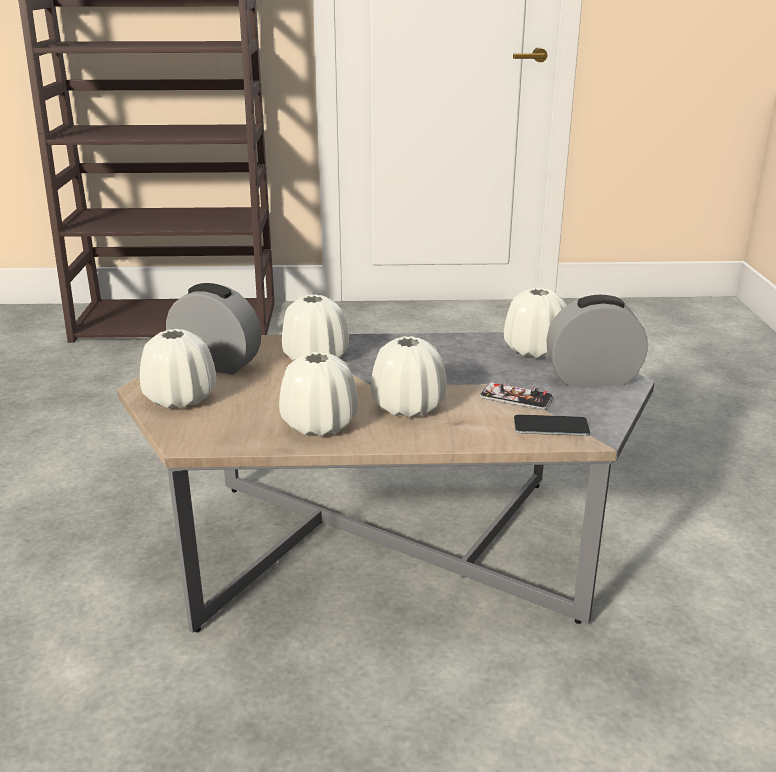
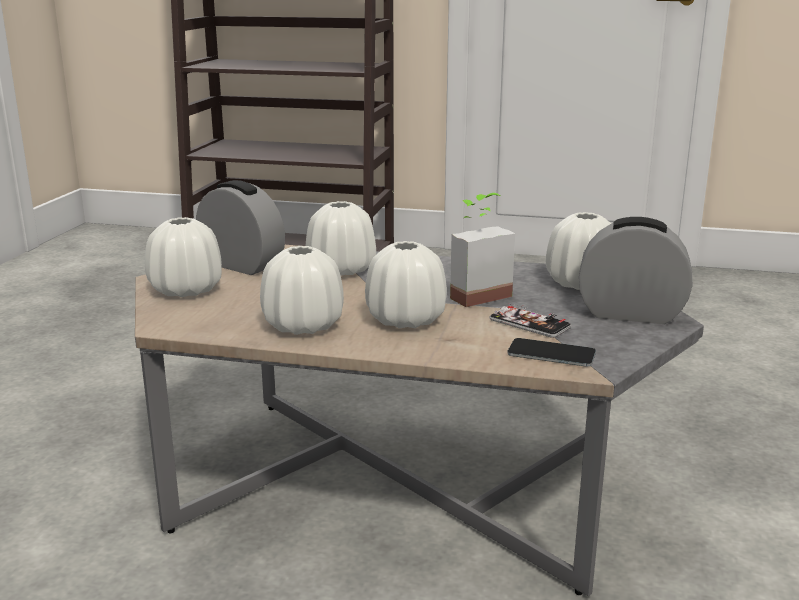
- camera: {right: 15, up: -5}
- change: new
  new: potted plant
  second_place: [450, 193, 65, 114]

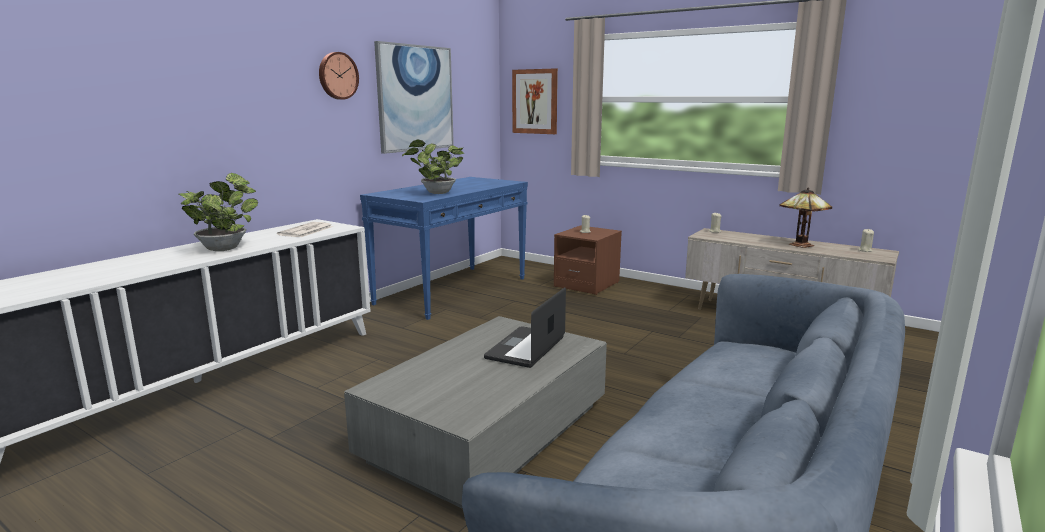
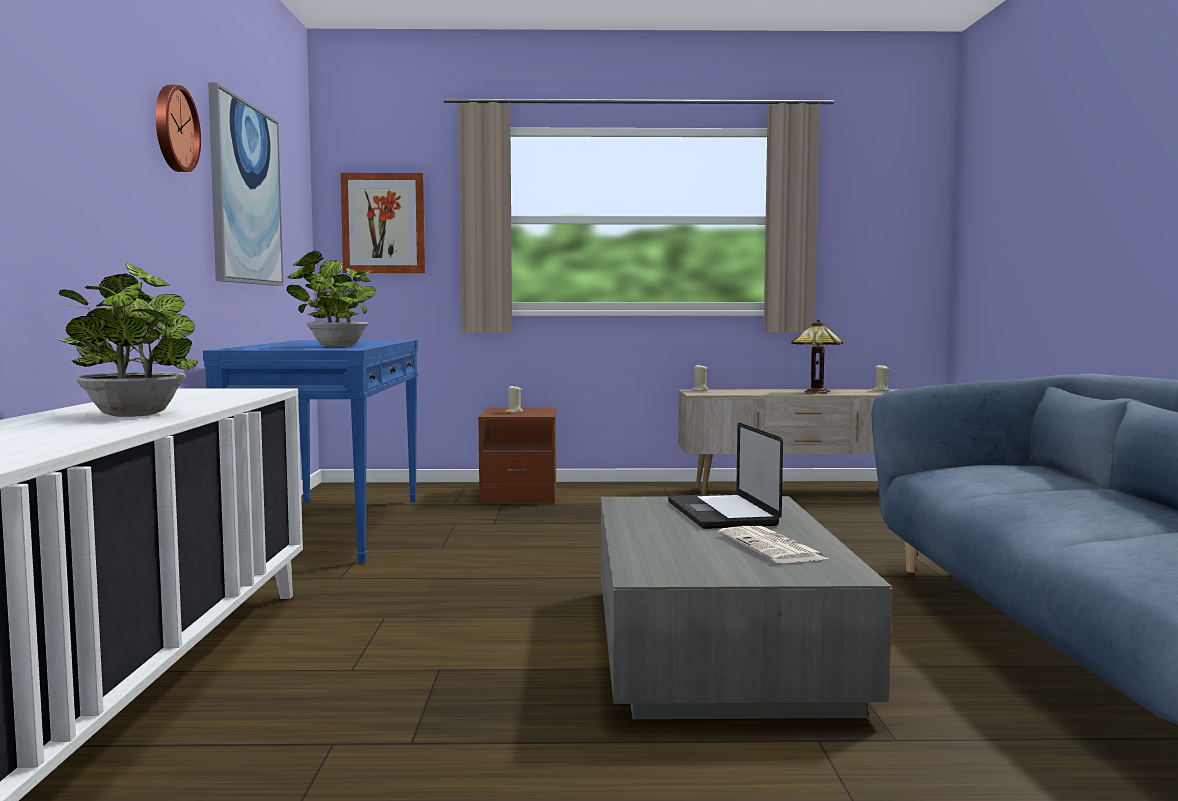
- camera: {right: -35, up: -10}
- change: shifted
  old: daily paper
  first_place: [277, 222, 56, 15]
  second_place: [718, 526, 113, 37]

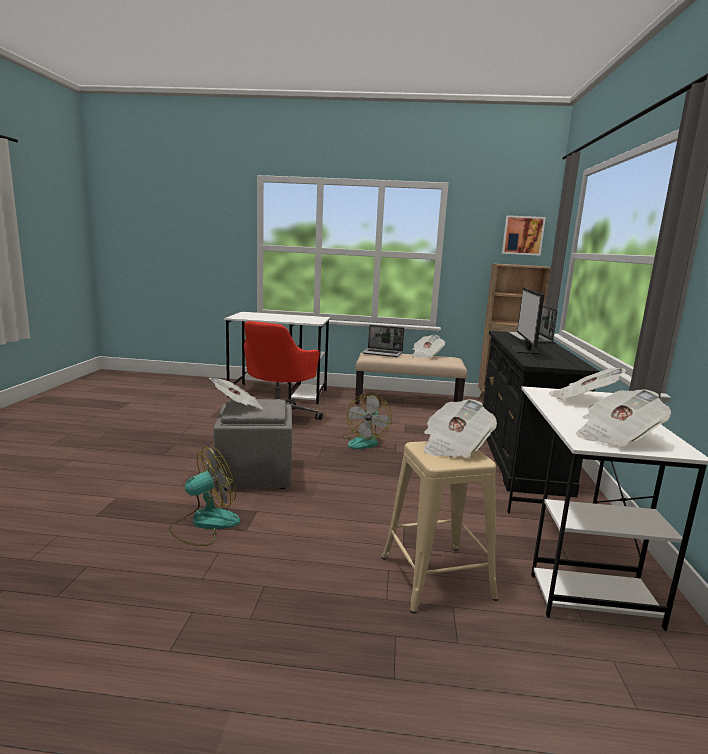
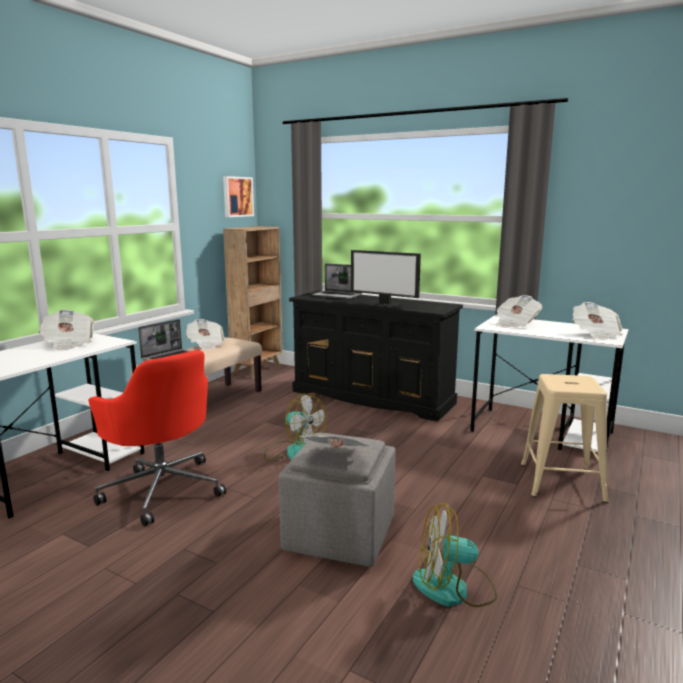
- camera: {right: -65, up: 0}
- change: rotated
  old: electric fan
  first_place: [169, 447, 71, 99]
  second_place: [413, 503, 84, 104]
  degrees: -75
- change: shifted
  old: daily paper
  first_place: [424, 399, 73, 59]
  second_place: [39, 309, 55, 42]

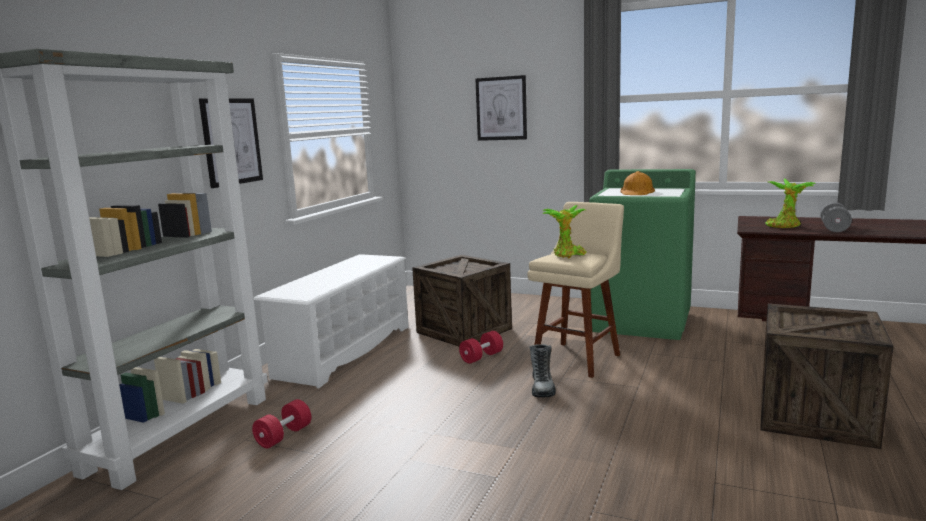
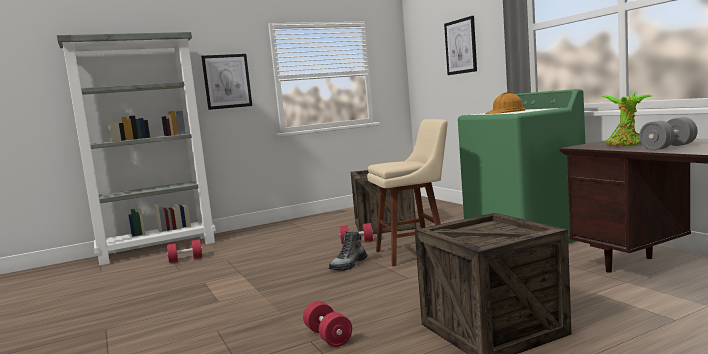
- camera: {right: 40, up: -5}
- change: gone
  old: shoe shelf/white-coloured
  first_place: [254, 254, 155, 134]
- change: gone
  old: potted plant
  first_place: [542, 205, 45, 53]
- change: new
  new: dumbbell/red-coloured
  second_place: [303, 301, 49, 46]

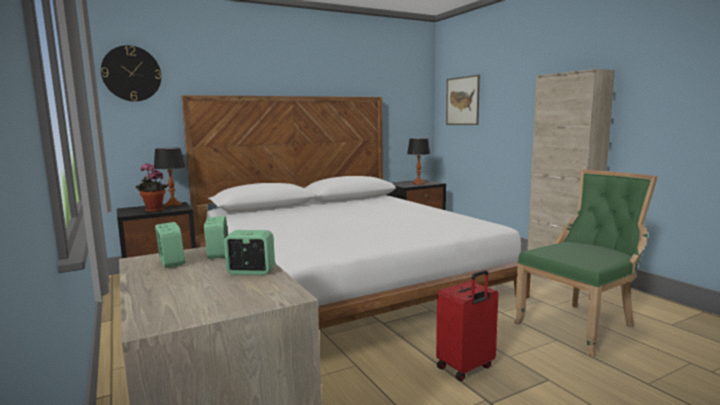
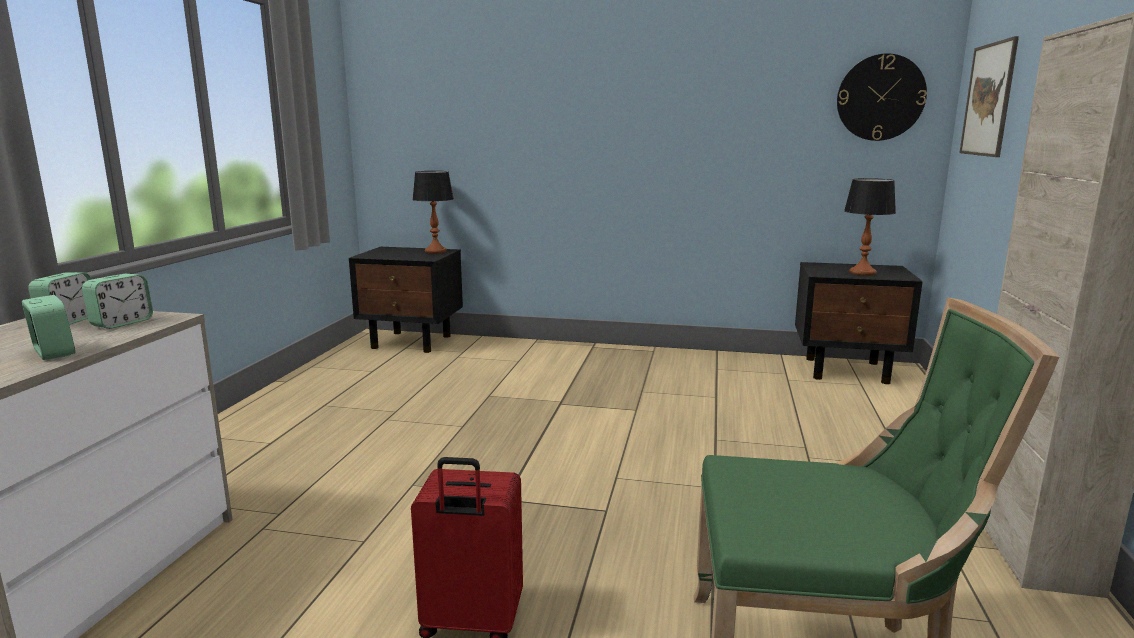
- camera: {right: 40, up: 5}
- change: shifted
  old: wall clock
  first_place: [101, 45, 60, 56]
  second_place: [837, 53, 90, 88]
- change: gone
  old: potted plant
  first_place: [136, 163, 33, 49]
- change: gone
  old: bedroom bed/white-coloured
  first_place: [181, 95, 350, 234]

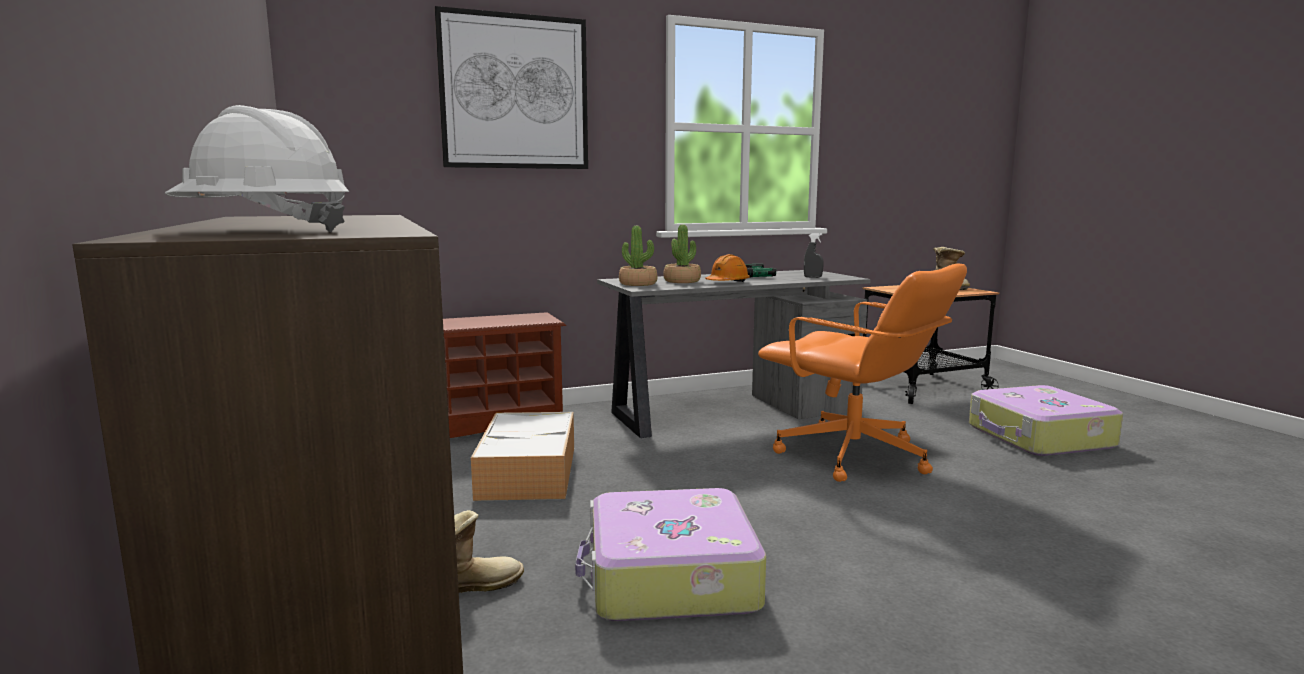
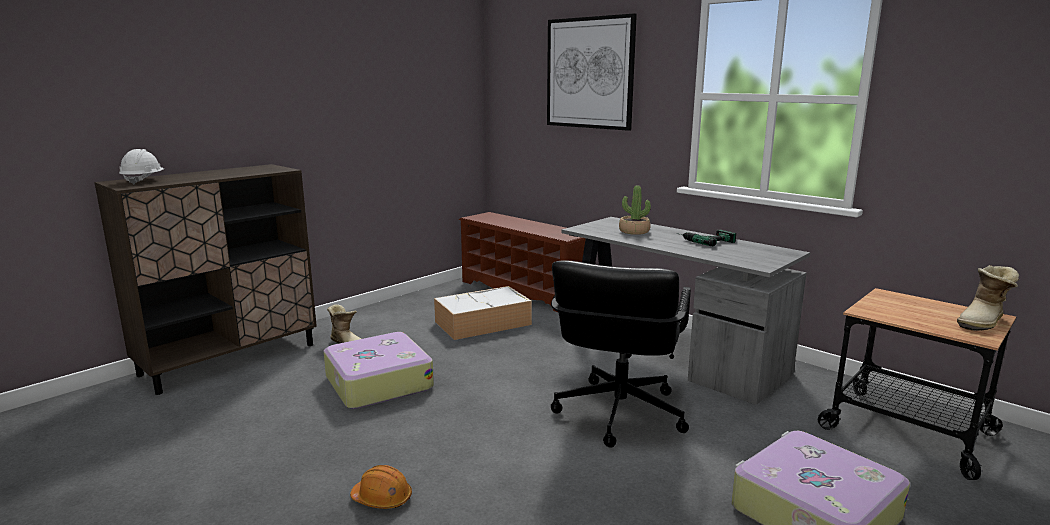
- camera: {right: 65, up: 5}
- change: gone
  old: potted plant
  first_place: [619, 226, 38, 60]
- change: shifted
  old: hard hat/orangey
  first_place: [705, 254, 45, 28]
  second_place: [350, 465, 62, 44]
- change: repainted
  old: desk chair/orangey
  new: desk chair/blackish
  first_place: [758, 264, 209, 218]
  second_place: [551, 260, 140, 188]
- change: gone
  old: sprayer/gray
  first_place: [804, 233, 20, 45]

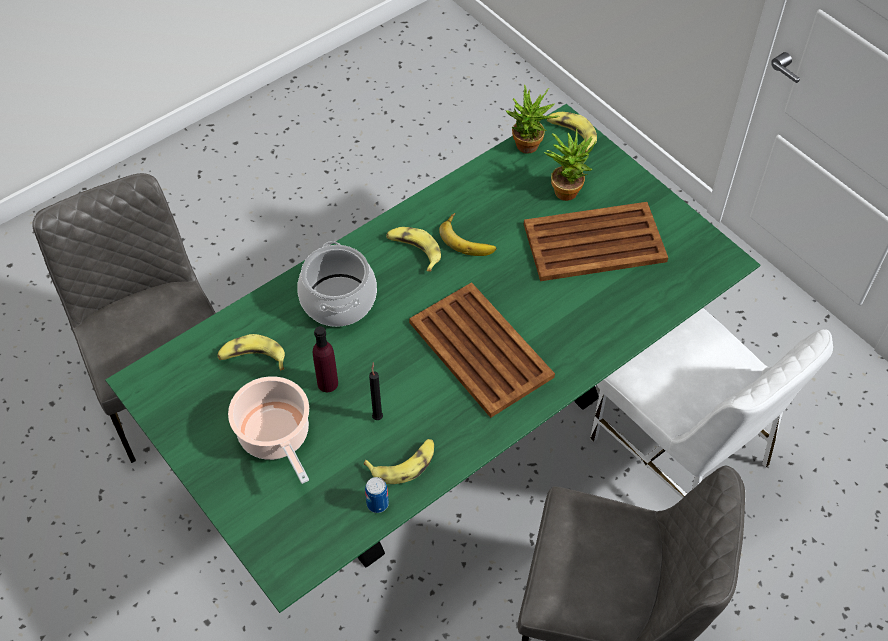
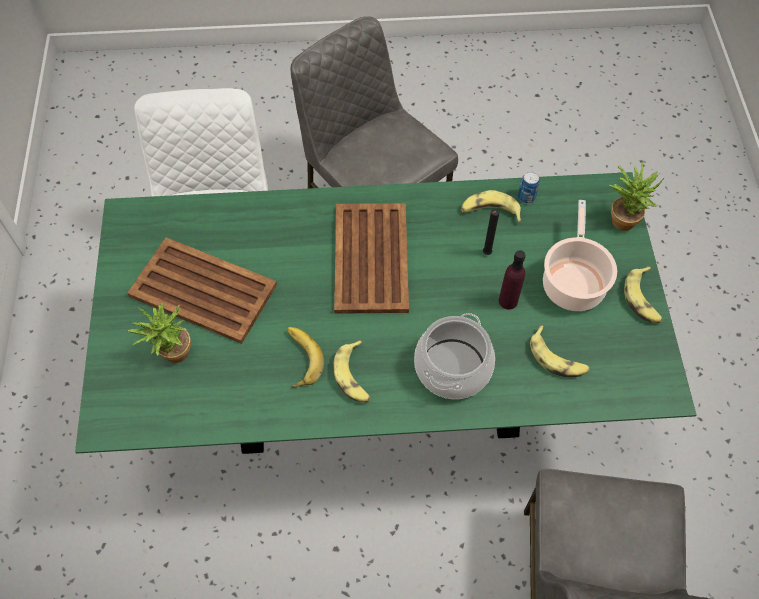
- camera: {right: -145, up: 5}
- change: shifted
  old: potted plant
  first_place: [505, 85, 55, 69]
  second_place: [610, 161, 54, 70]
- change: shifted
  old: banana fruit
  first_place: [547, 112, 50, 40]
  second_place: [624, 266, 39, 57]

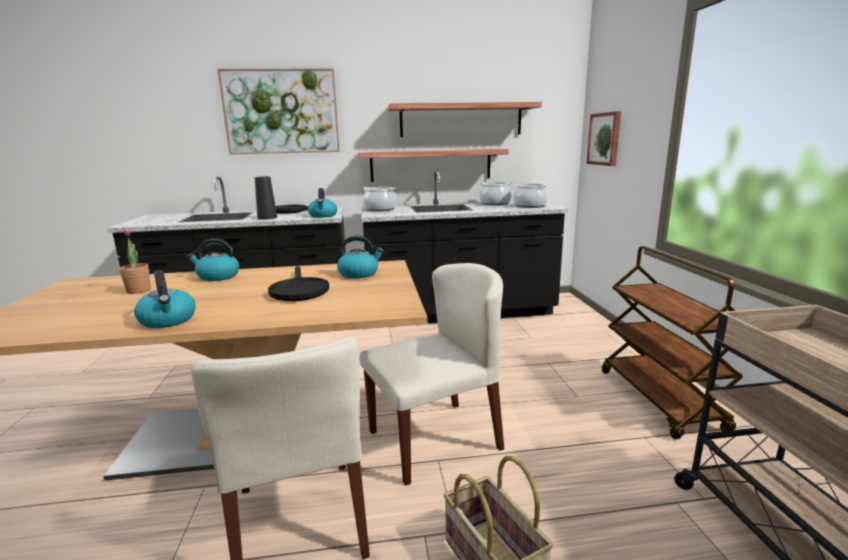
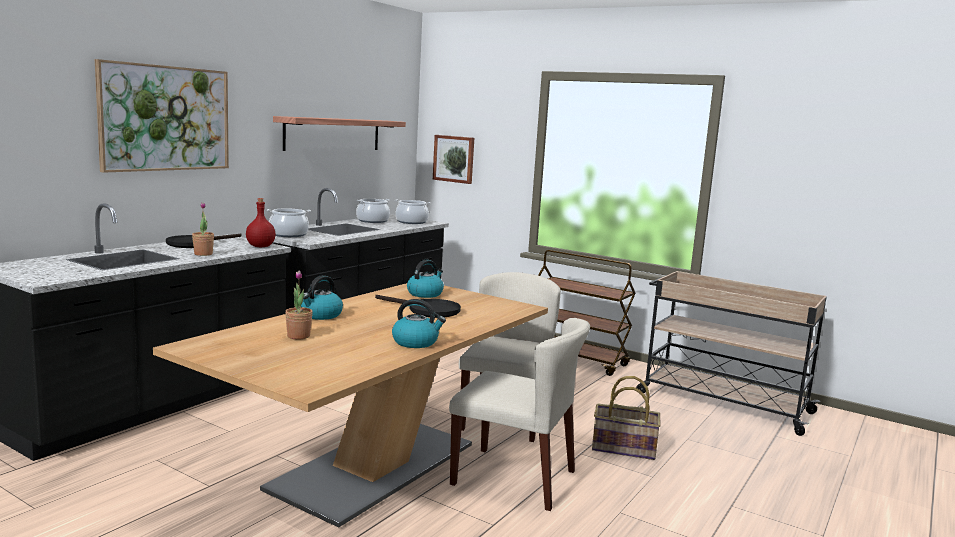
- camera: {right: -50, up: -5}
- change: swapped
  old: flower vase/blackish
  new: potted plant
  first_place: [255, 176, 22, 44]
  second_place: [192, 202, 22, 54]
- change: swapped
  old: water kettle
  new: beverage bottle/red-coloured
  first_place: [308, 188, 29, 30]
  second_place: [246, 198, 30, 49]
- change: gone
  old: wall shelf
  first_place: [358, 149, 151, 33]

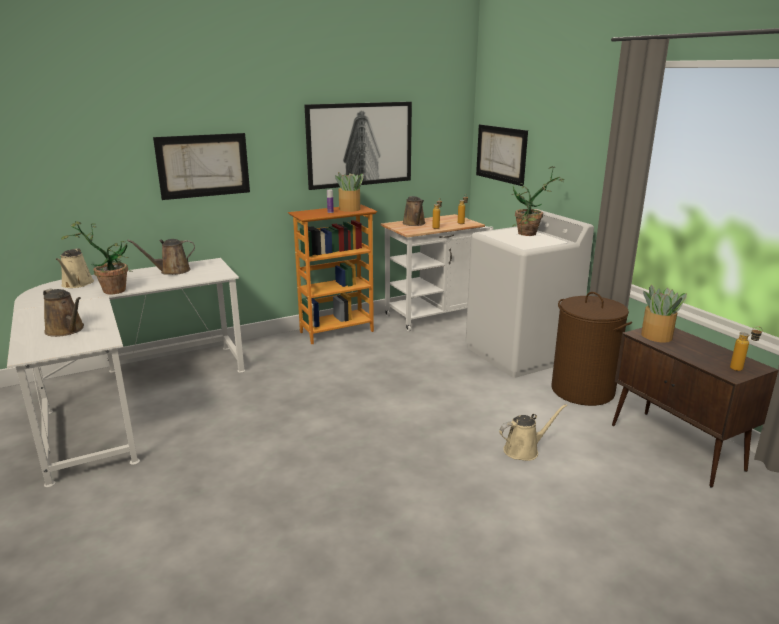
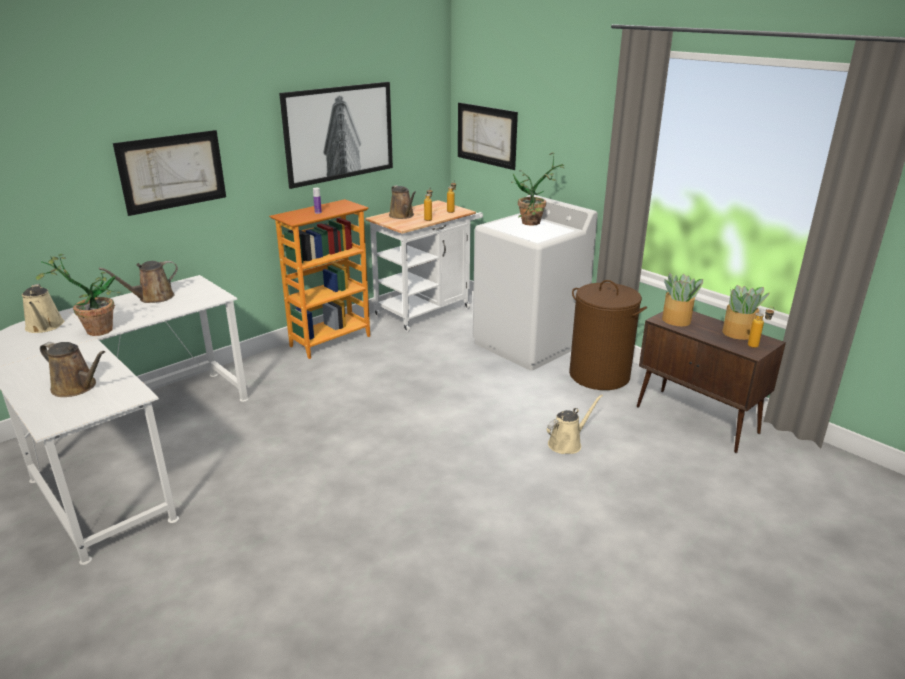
- camera: {right: -15, up: 5}
- change: shifted
  old: potted plant
  first_place: [335, 172, 29, 40]
  second_place: [722, 285, 47, 55]

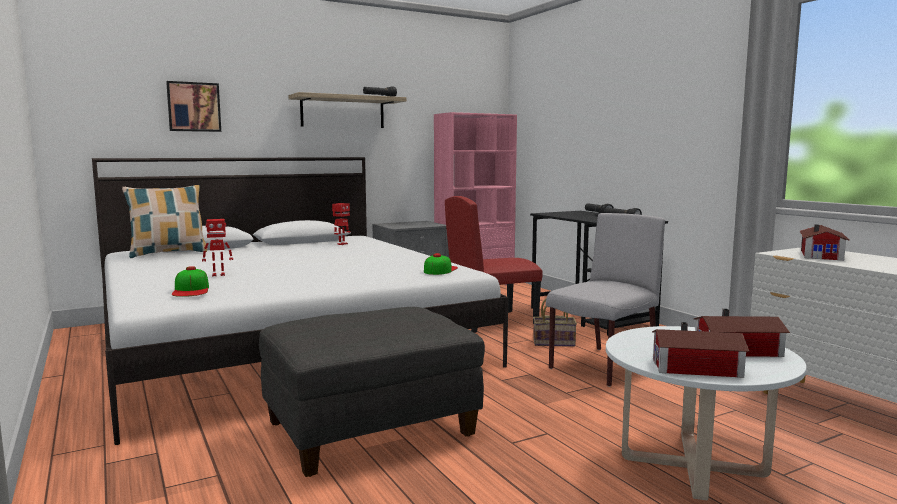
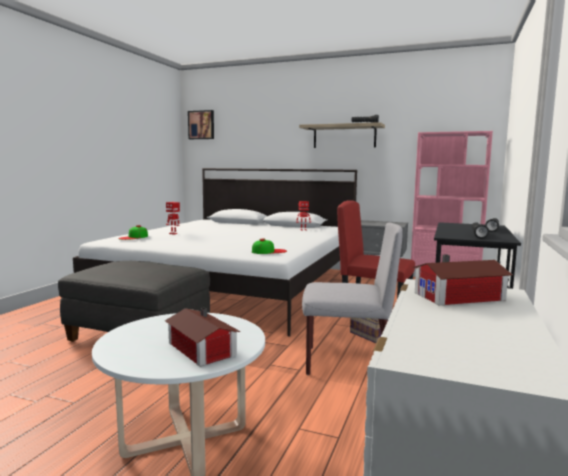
- camera: {right: 50, up: 0}
- change: gone
  old: pillow
  first_place: [122, 185, 85, 73]
- change: shifted
  old: wall picture
  first_place: [166, 81, 55, 51]
  second_place: [188, 110, 26, 29]
- change: gone
  old: model house
  first_place: [652, 322, 98, 56]

